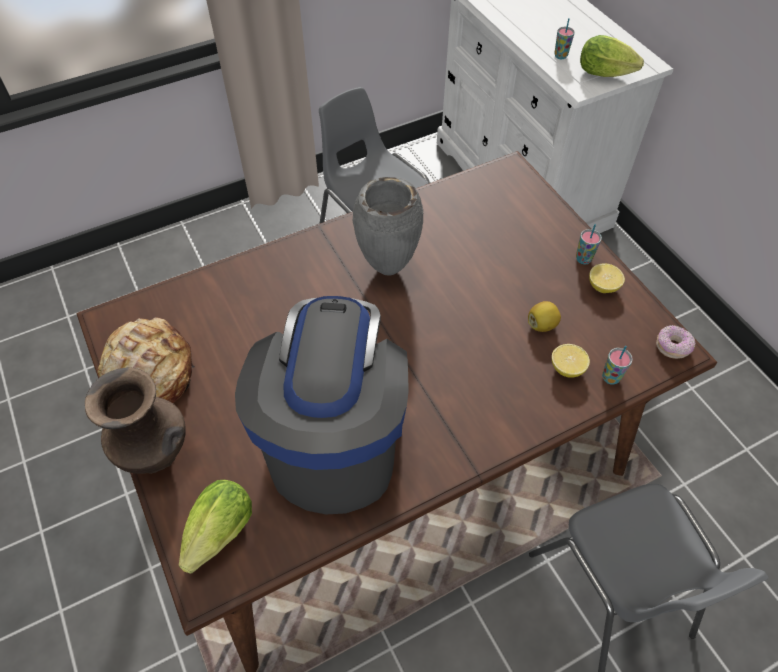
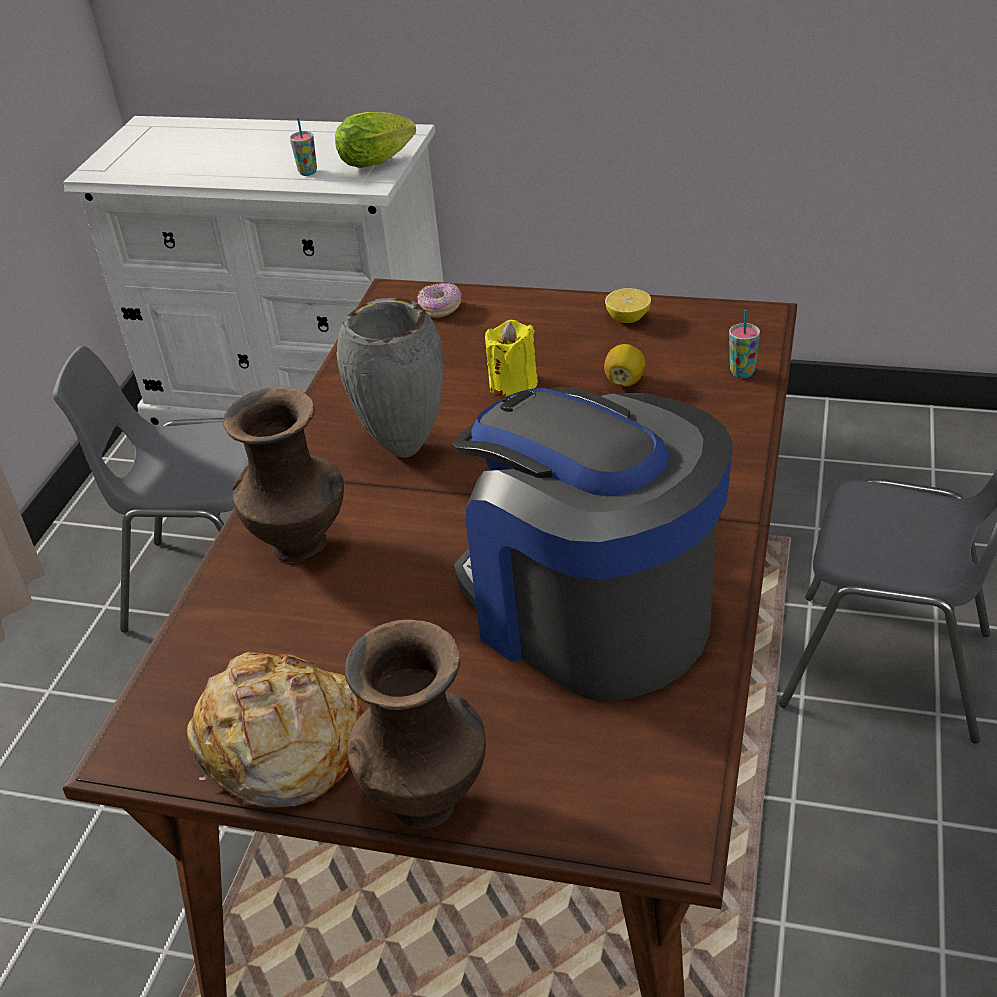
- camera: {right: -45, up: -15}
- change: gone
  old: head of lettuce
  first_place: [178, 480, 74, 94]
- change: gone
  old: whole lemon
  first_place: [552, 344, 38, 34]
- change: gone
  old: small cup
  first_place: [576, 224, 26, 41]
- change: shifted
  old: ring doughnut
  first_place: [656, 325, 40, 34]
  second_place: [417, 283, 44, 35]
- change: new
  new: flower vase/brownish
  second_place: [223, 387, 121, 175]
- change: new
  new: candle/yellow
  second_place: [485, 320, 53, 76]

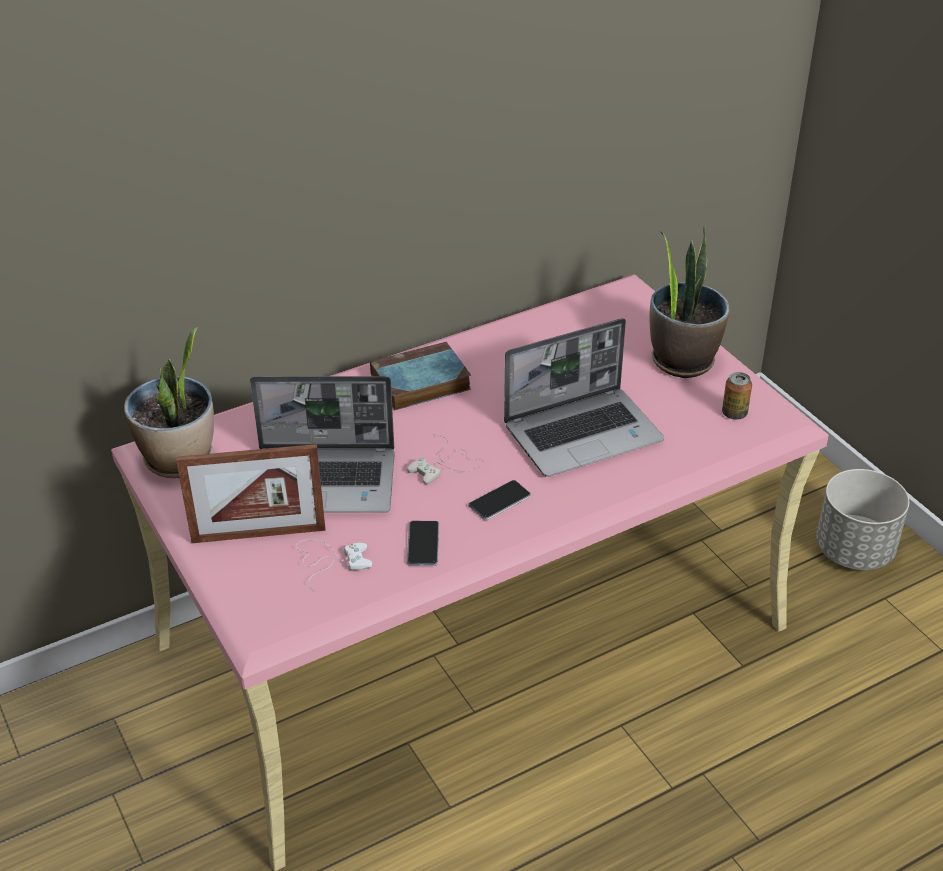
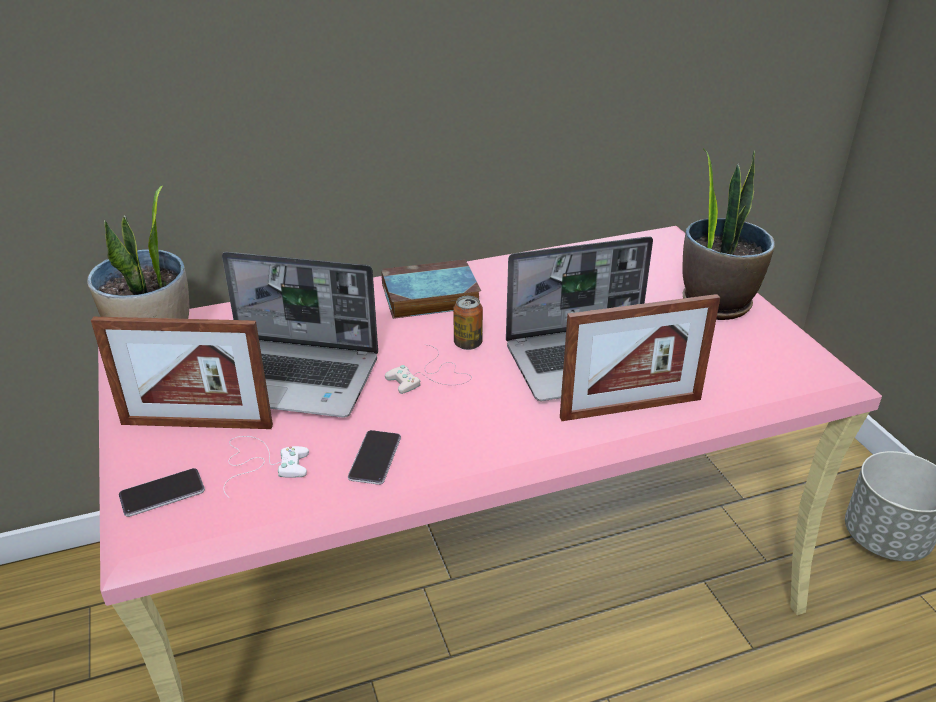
- camera: {right: 10, up: -5}
- change: shifted
  old: telephone
  first_place: [468, 480, 63, 40]
  second_place: [119, 468, 86, 49]
- change: shifted
  old: can
  first_place: [722, 372, 30, 48]
  second_place: [453, 296, 30, 54]
- change: new
  new: standing frame
  second_place: [560, 294, 160, 127]

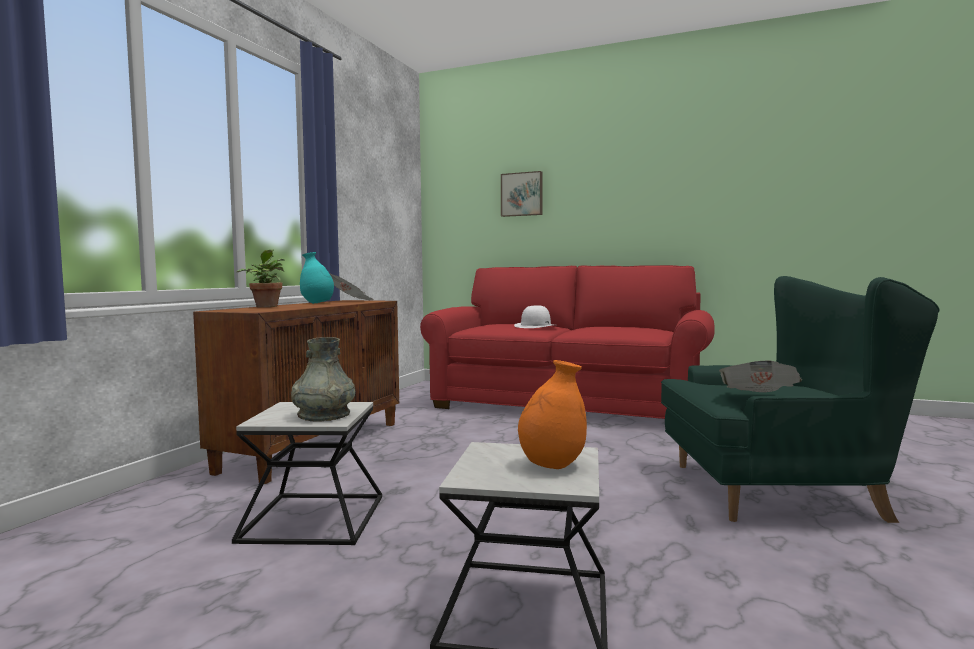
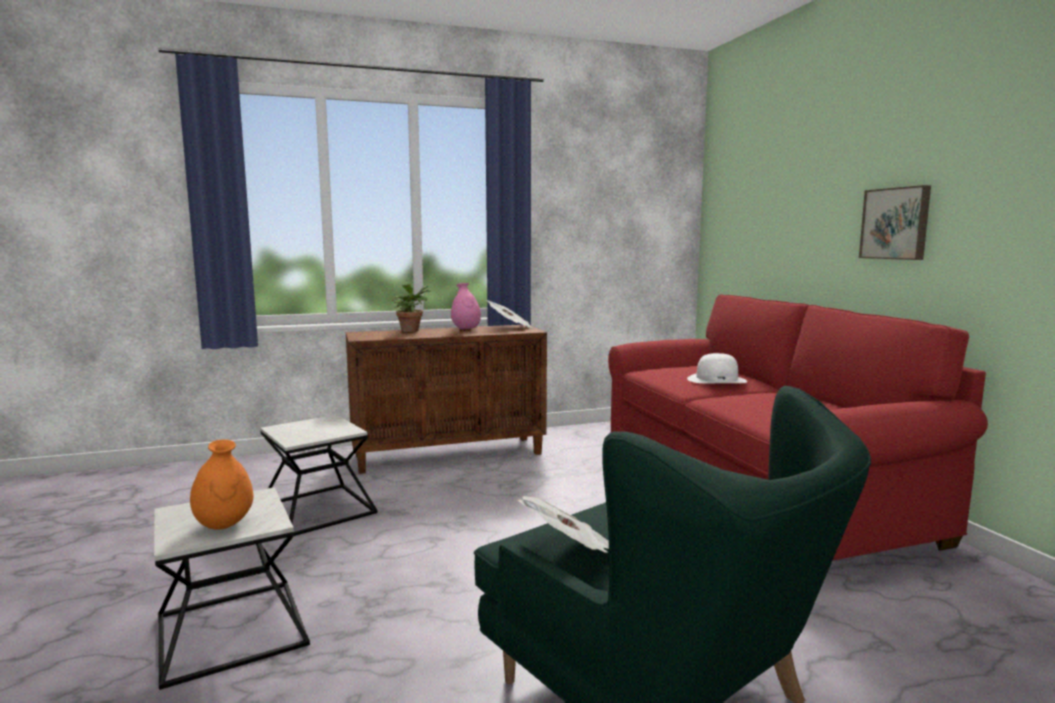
- camera: {right: 50, up: 5}
- change: gone
  old: flower vase/gray
  first_place: [291, 337, 64, 85]
- change: repainted
  old: flower vase/blue-green
  new: flower vase/pink-coloured
  first_place: [300, 252, 34, 52]
  second_place: [451, 283, 30, 46]
- change: shifted
  old: wall picture
  first_place: [501, 171, 41, 46]
  second_place: [859, 185, 72, 75]

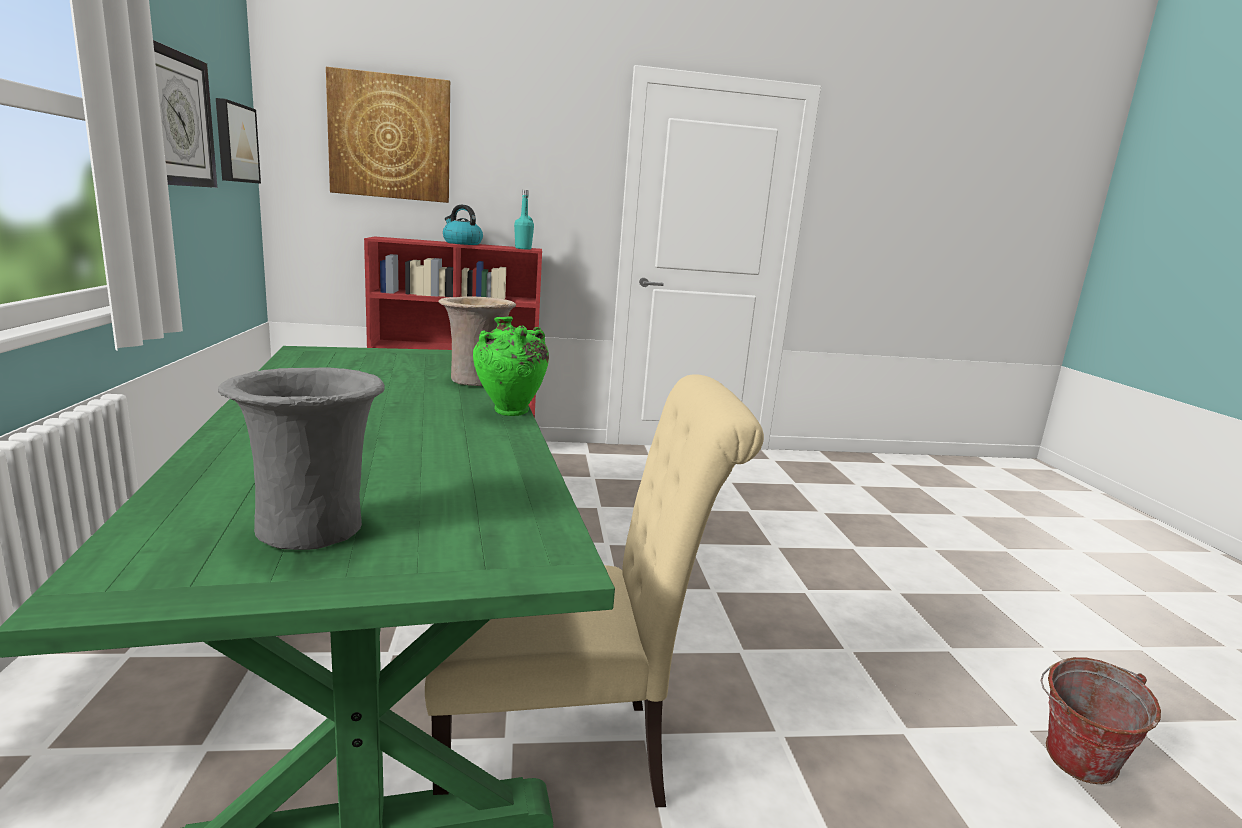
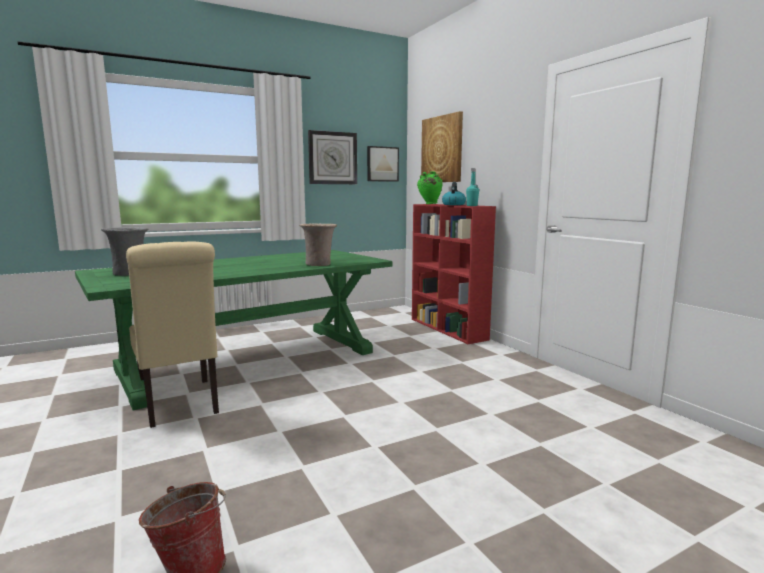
- camera: {right: 70, up: -5}
- change: shifted
  old: flower vase/green
  first_place: [473, 316, 76, 100]
  second_place: [417, 171, 26, 33]

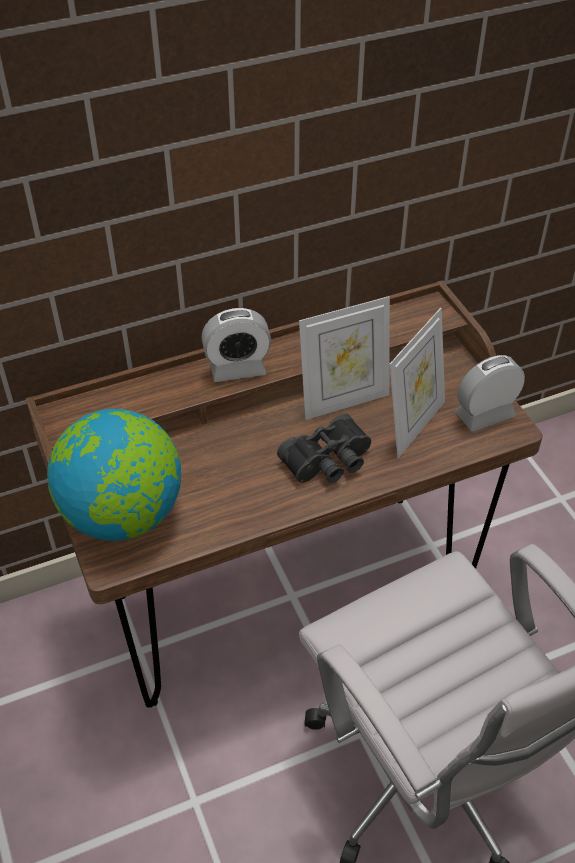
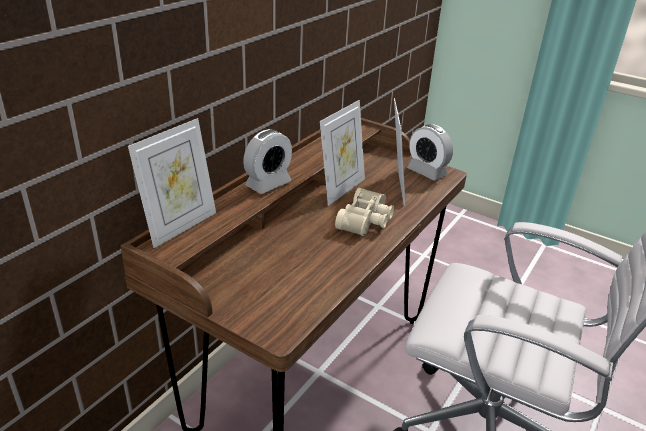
- camera: {right: -35, up: -15}
- change: gone
  old: globe
  first_place: [47, 409, 134, 132]
- change: repainted
  old: binoculars/blackish
  new: binoculars/sand-coloured
  first_place: [277, 414, 94, 69]
  second_place: [335, 188, 59, 48]
- change: rotated
  old: alarm clock
  first_place: [455, 355, 70, 77]
  second_place: [407, 124, 46, 56]
  degrees: -75
- change: new
  new: standing frame
  second_place: [128, 118, 88, 130]

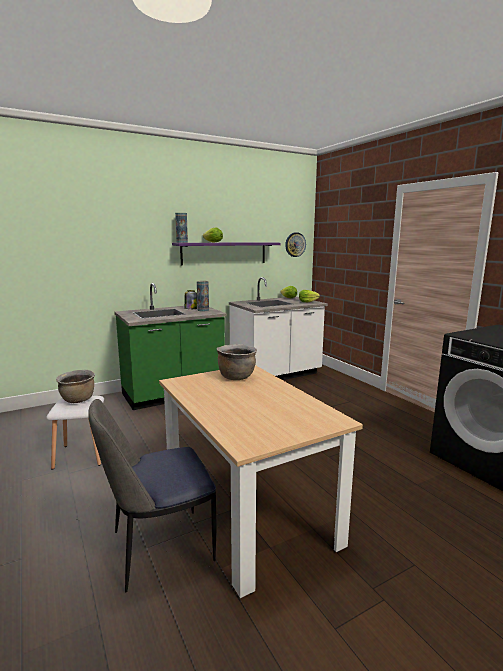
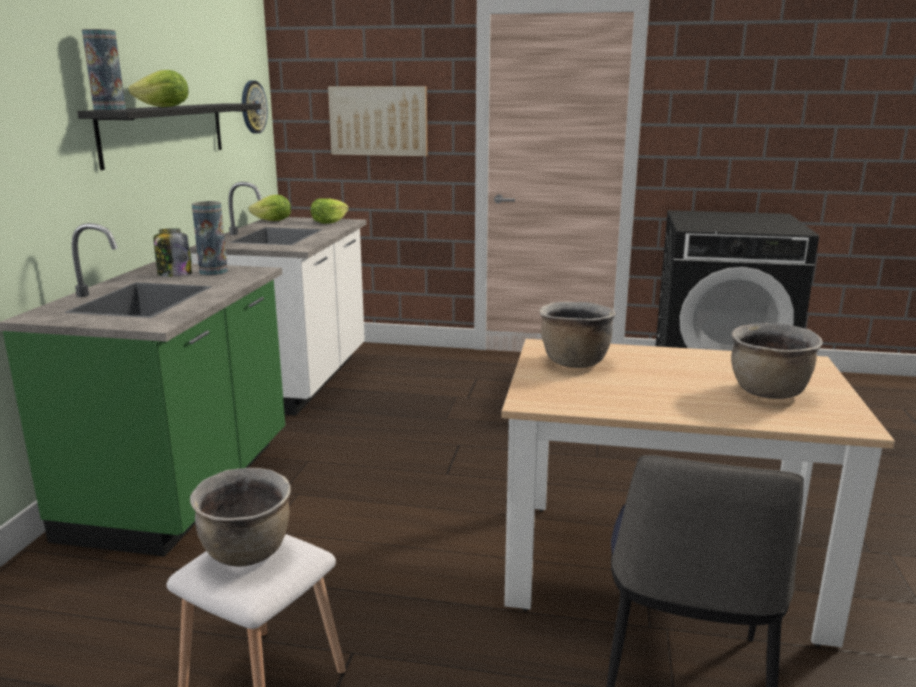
- camera: {right: -50, up: 5}
- change: repainted
  old: wall shelf/purplish
  new: wall shelf/blackish
  first_place: [172, 242, 108, 23]
  second_place: [77, 103, 184, 67]
- change: new
  new: wall picture
  second_place: [328, 86, 100, 70]
- change: new
  new: stockpot/brownish
  second_place: [731, 323, 92, 76]

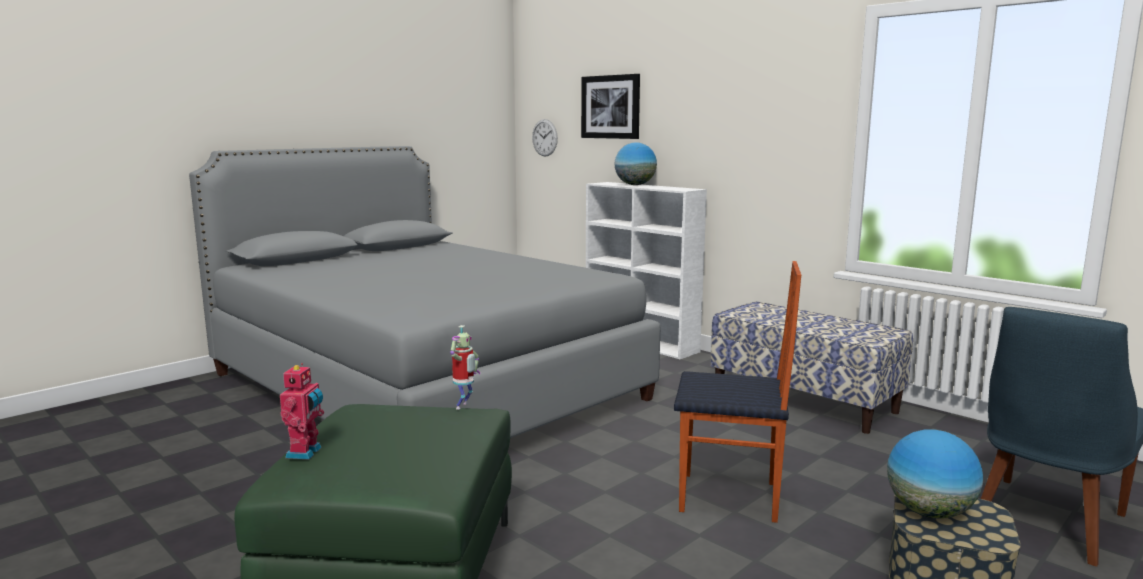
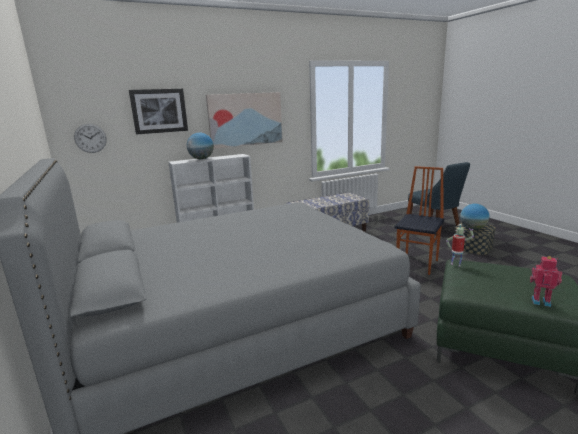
- camera: {right: -70, up: 5}
- change: new
  new: wall picture
  second_place: [206, 92, 77, 57]

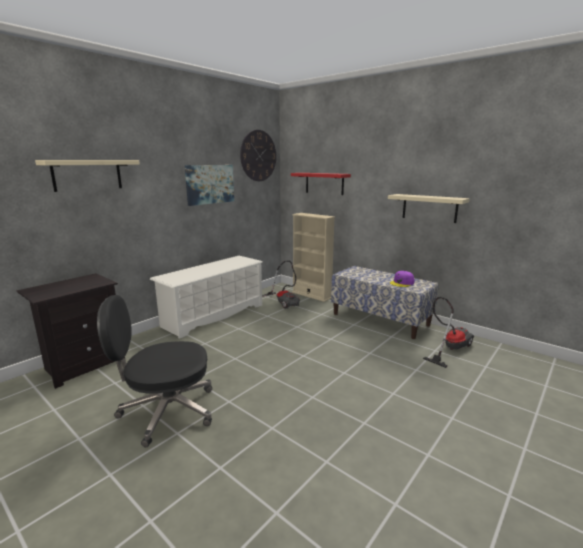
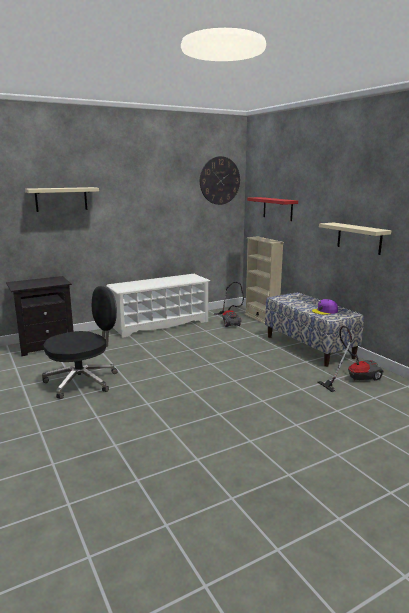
- camera: {right: 20, up: 0}
- change: rotated
  old: desk chair/blackish
  first_place: [97, 295, 115, 152]
  second_place: [42, 286, 76, 113]
  degrees: 135
- change: gone
  old: wall picture
  first_place: [185, 165, 49, 41]

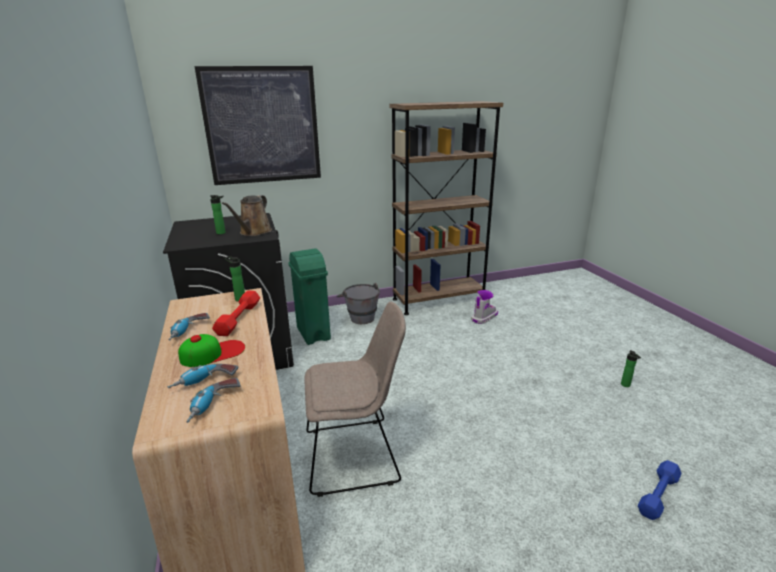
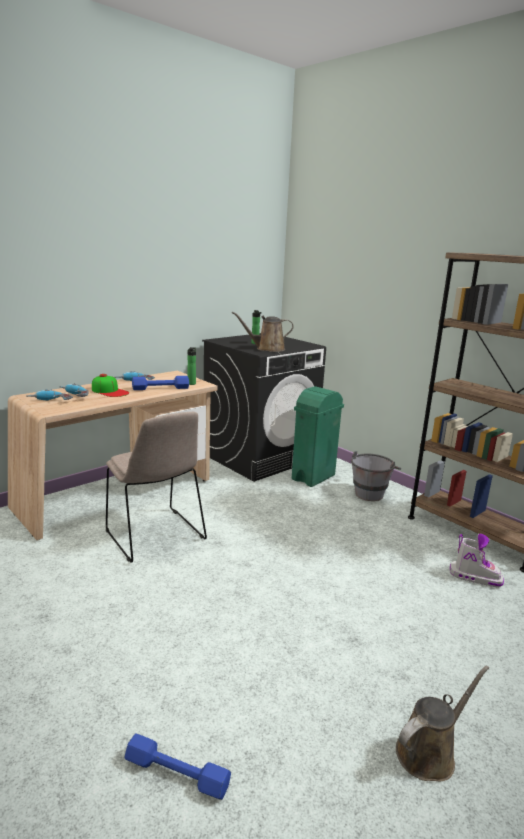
- camera: {right: 65, up: -5}
- change: gone
  old: wall picture
  first_place: [194, 66, 127, 119]
- change: repainted
  old: dumbbell/red-coloured
  new: dumbbell/blue-coloured
  first_place: [212, 291, 48, 45]
  second_place: [132, 376, 57, 14]
- change: swapped
  old: beverage bottle
  new: sprinkling can/brownish
  first_place: [621, 350, 20, 37]
  second_place: [396, 665, 93, 116]

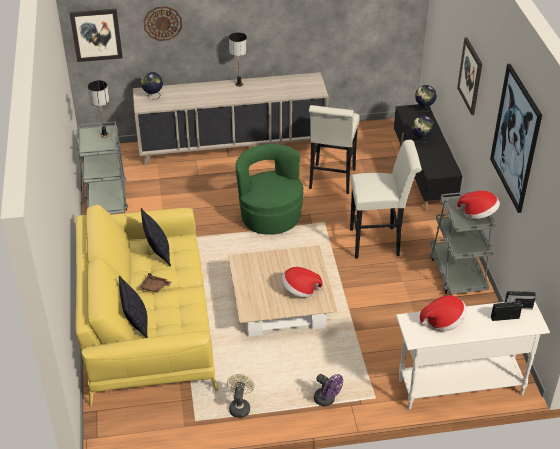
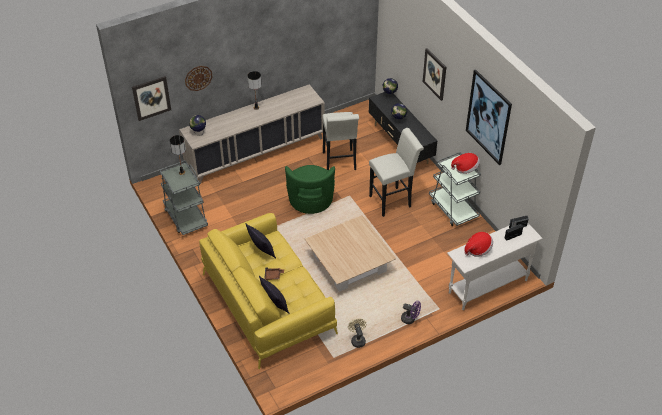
- camera: {right: -20, up: 5}
- change: rotated
  old: easy chair/green
  first_place: [236, 144, 68, 91]
  second_place: [285, 165, 50, 49]
  degrees: -135
- change: gone
  old: hat
  first_place: [281, 267, 42, 31]

